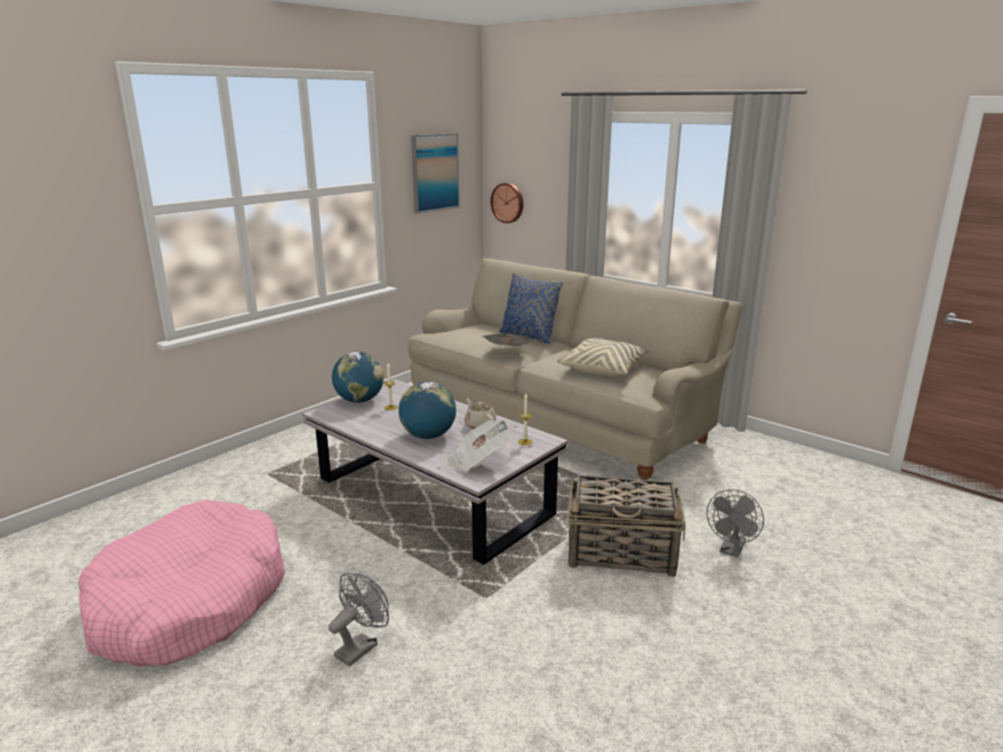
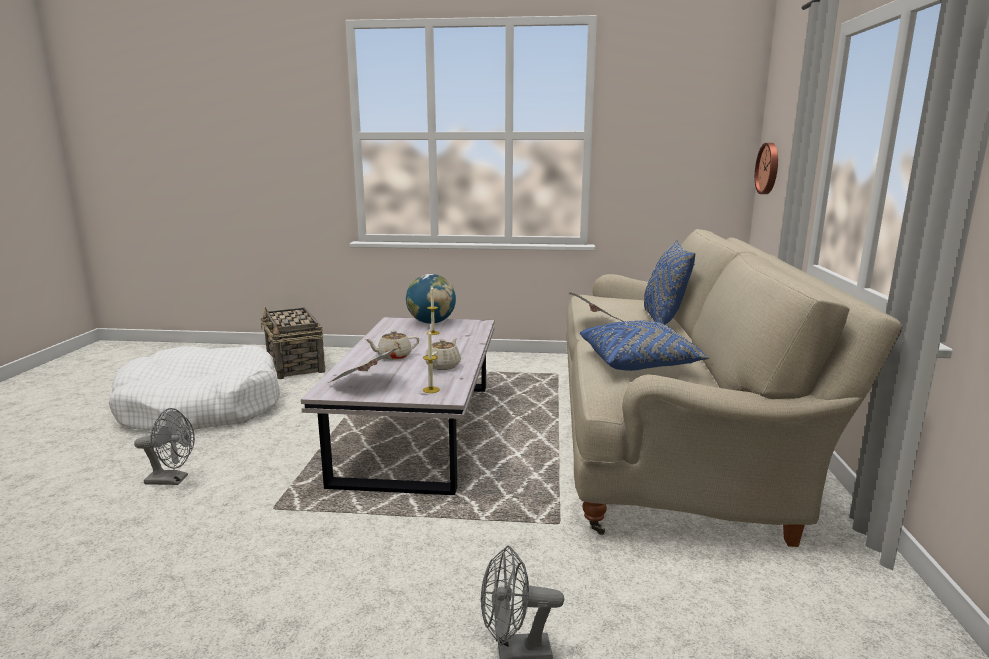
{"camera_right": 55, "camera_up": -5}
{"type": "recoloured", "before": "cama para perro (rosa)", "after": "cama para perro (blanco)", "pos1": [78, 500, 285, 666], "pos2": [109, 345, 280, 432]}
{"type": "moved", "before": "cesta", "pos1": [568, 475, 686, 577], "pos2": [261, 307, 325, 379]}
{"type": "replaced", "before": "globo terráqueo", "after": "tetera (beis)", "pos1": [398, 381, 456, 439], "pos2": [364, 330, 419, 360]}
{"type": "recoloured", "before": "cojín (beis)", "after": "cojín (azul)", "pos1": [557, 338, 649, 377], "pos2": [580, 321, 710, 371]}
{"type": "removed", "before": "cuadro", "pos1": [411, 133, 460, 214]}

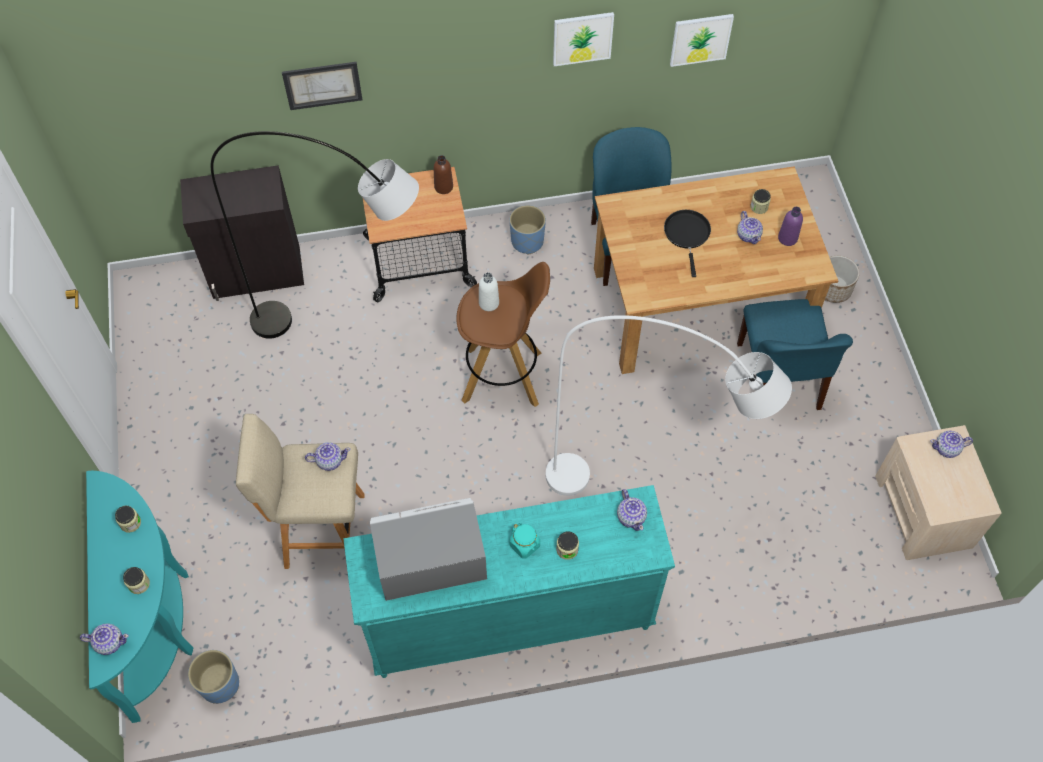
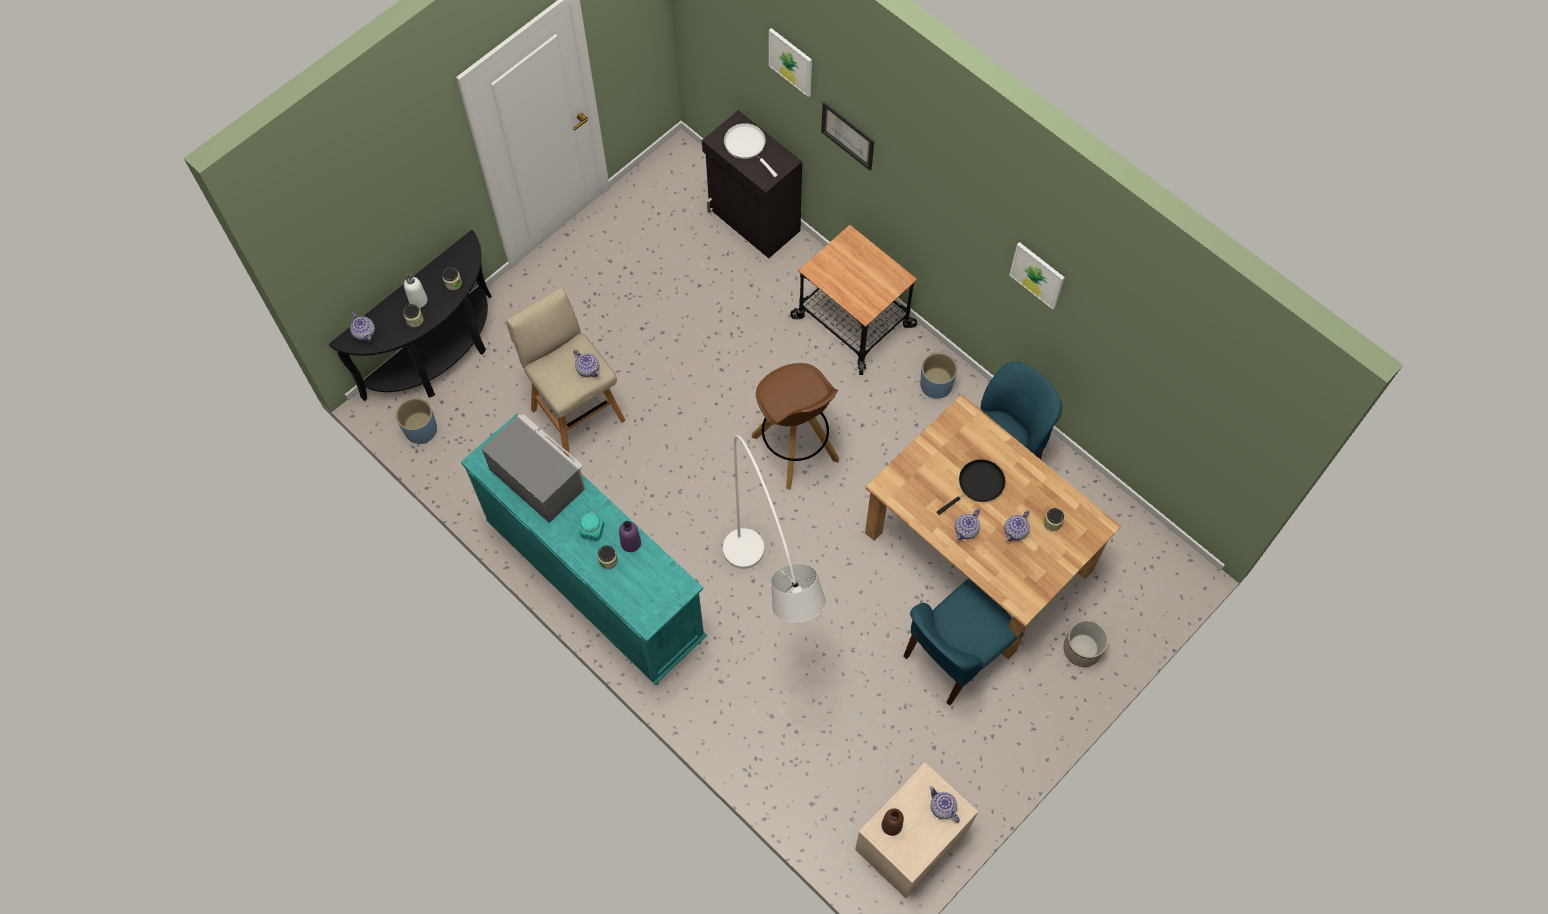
{"camera_right": 55, "camera_up": 5}
{"type": "recoloured", "before": "mesa consola (turquesa)", "after": "mesa consola (negro)", "pos1": [86, 471, 193, 723], "pos2": [329, 230, 492, 401]}
{"type": "moved", "before": "botella (blanco)", "pos1": [479, 273, 499, 311], "pos2": [404, 275, 428, 308]}
{"type": "moved", "before": "botella (morado)", "pos1": [778, 207, 803, 246], "pos2": [619, 521, 641, 552]}
{"type": "added", "after": "sartén (blanco)", "pos2": [724, 123, 778, 177]}
{"type": "moved", "before": "cuadro", "pos1": [670, 14, 734, 67], "pos2": [769, 28, 812, 97]}
{"type": "moved", "before": "botella (marrón)", "pos1": [434, 155, 453, 194], "pos2": [881, 808, 904, 836]}
{"type": "moved", "before": "tetera", "pos1": [617, 489, 647, 531], "pos2": [955, 509, 980, 540]}
{"type": "removed", "before": "lámpara de pie (gris)", "pos1": [211, 131, 419, 339]}

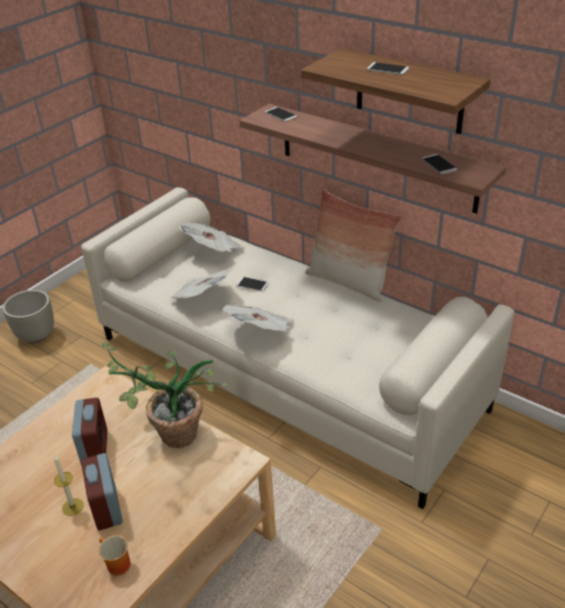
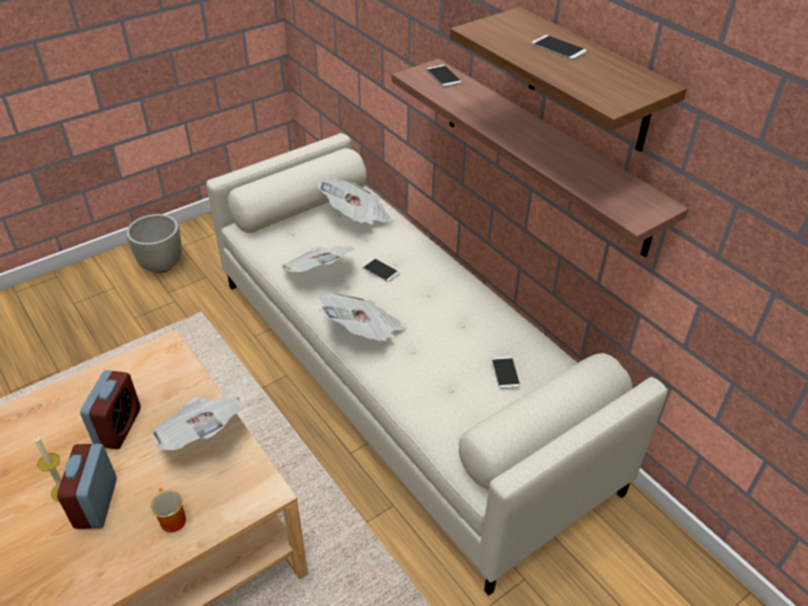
{"camera_right": 15, "camera_up": 5}
{"type": "moved", "before": "taza grande", "pos1": [99, 535, 131, 575], "pos2": [150, 488, 186, 533]}
{"type": "replaced", "before": "planta en maceta", "after": "periódico", "pos1": [102, 342, 229, 448], "pos2": [152, 396, 243, 450]}
{"type": "moved", "before": "móvil", "pos1": [422, 154, 457, 174], "pos2": [492, 356, 520, 389]}
{"type": "removed", "before": "cojín", "pos1": [305, 189, 401, 302]}

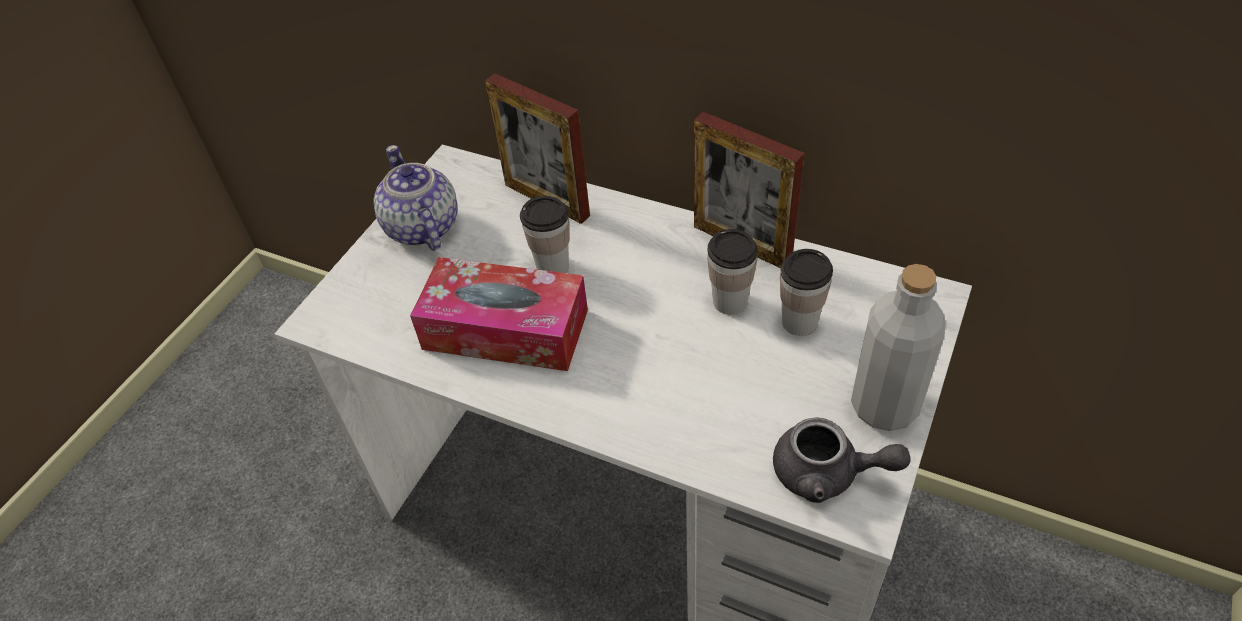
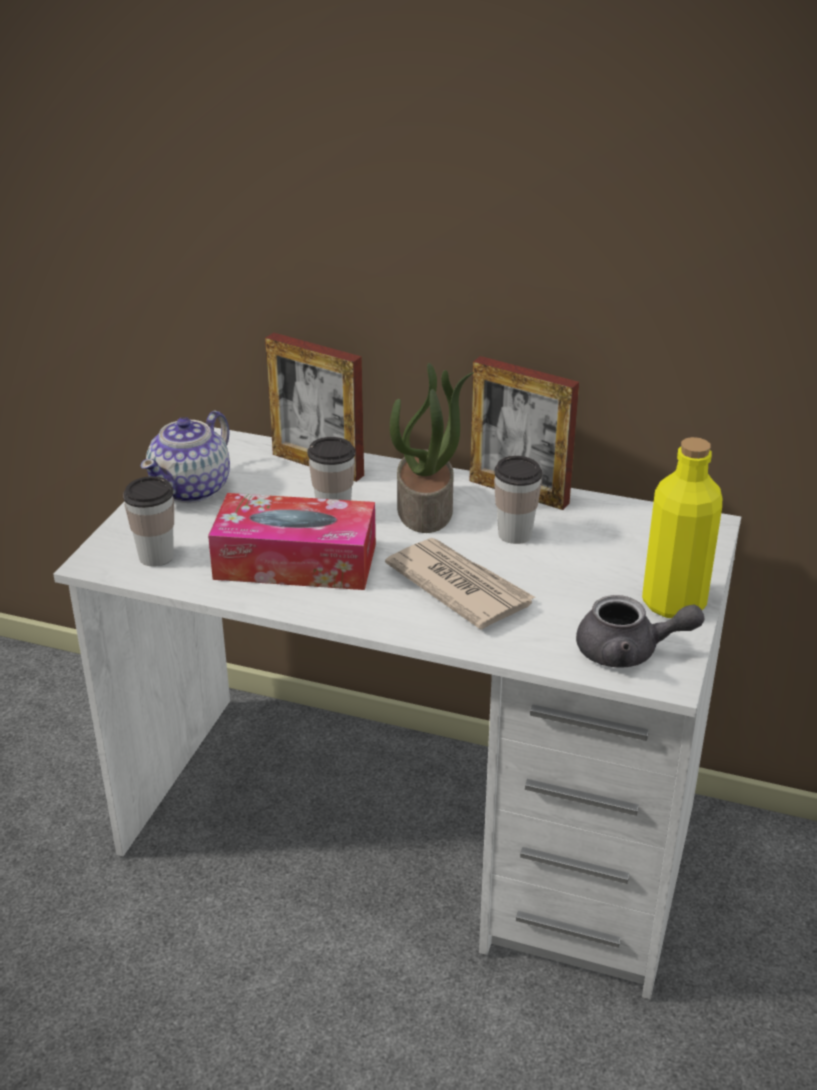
{"camera_right": -10, "camera_up": -15}
{"type": "moved", "before": "taza", "pos1": [780, 249, 833, 336], "pos2": [123, 476, 174, 567]}
{"type": "turned", "before": "tetera", "pos1": [374, 145, 458, 250], "pos2": [141, 410, 230, 503], "turn": -120}
{"type": "added", "after": "periódico", "pos2": [385, 538, 536, 630]}
{"type": "added", "after": "planta en maceta", "pos2": [390, 363, 474, 533]}
{"type": "recoloured", "before": "botella (gris)", "after": "botella (amarillo)", "pos1": [851, 264, 946, 431], "pos2": [642, 437, 722, 618]}

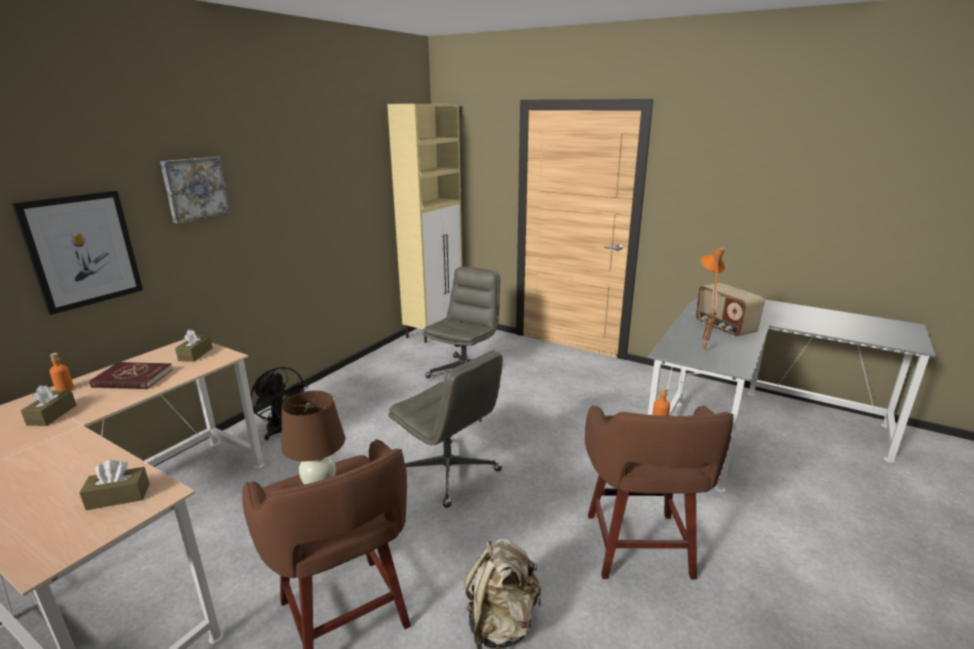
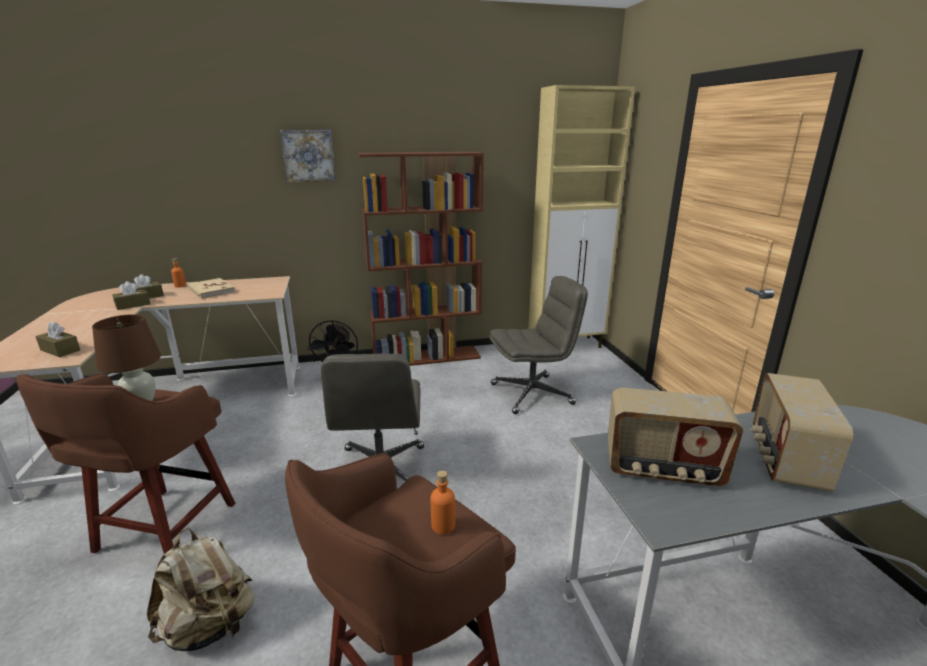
{"camera_right": 45, "camera_up": 0}
{"type": "moved", "before": "caja de pañuelos (marrón)", "pos1": [175, 329, 212, 362], "pos2": [112, 281, 151, 310]}
{"type": "recoloured", "before": "libro (rojo)", "after": "libro (beis)", "pos1": [89, 362, 173, 389], "pos2": [188, 278, 235, 299]}
{"type": "added", "after": "estantería (marrón)", "pos2": [358, 152, 484, 366]}
{"type": "replaced", "before": "lámpara de mesa (naranja)", "after": "radio", "pos1": [701, 246, 725, 351], "pos2": [608, 387, 743, 487]}
{"type": "removed", "before": "cuadro", "pos1": [12, 191, 143, 315]}

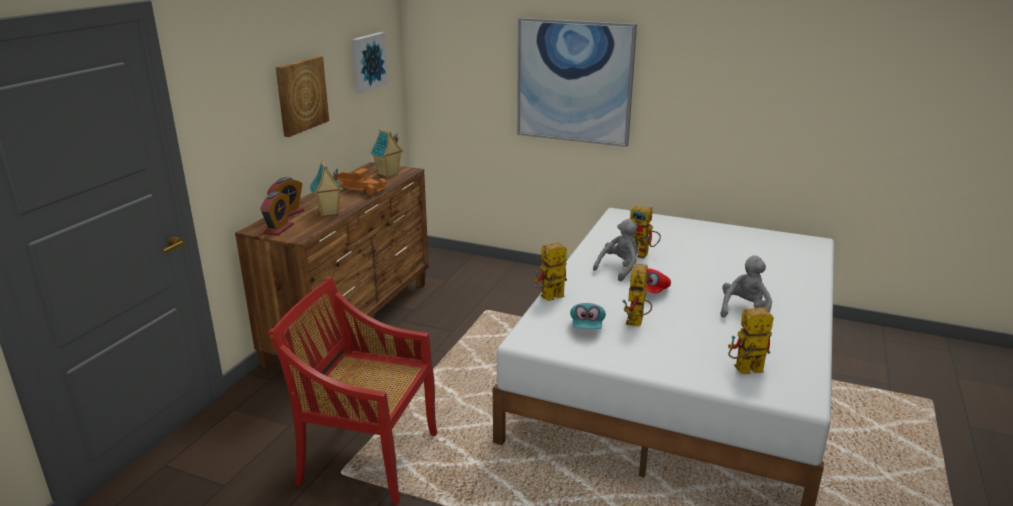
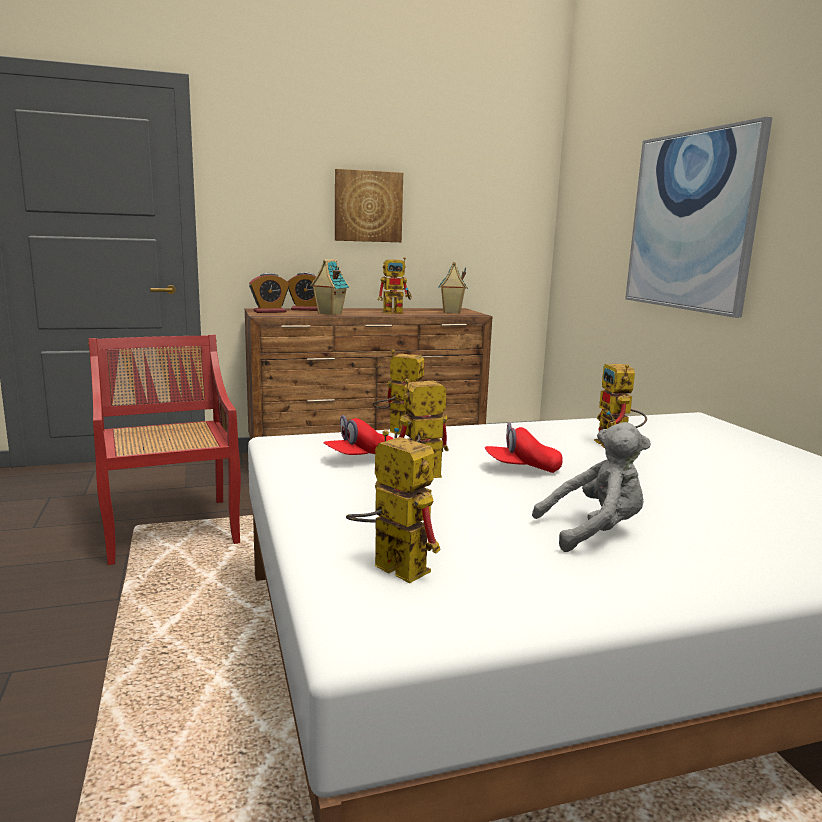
{"camera_right": 50, "camera_up": -10}
{"type": "recoloured", "before": "gorra (turquesa)", "after": "gorra (rojo)", "pos1": [570, 303, 606, 329], "pos2": [323, 415, 394, 455]}
{"type": "replaced", "before": "camión de juguete", "after": "robot de juguete", "pos1": [333, 168, 387, 196], "pos2": [378, 257, 412, 314]}
{"type": "removed", "before": "cuadro", "pos1": [351, 32, 388, 93]}
{"type": "removed", "before": "peluche (gris)", "pos1": [593, 219, 638, 281]}

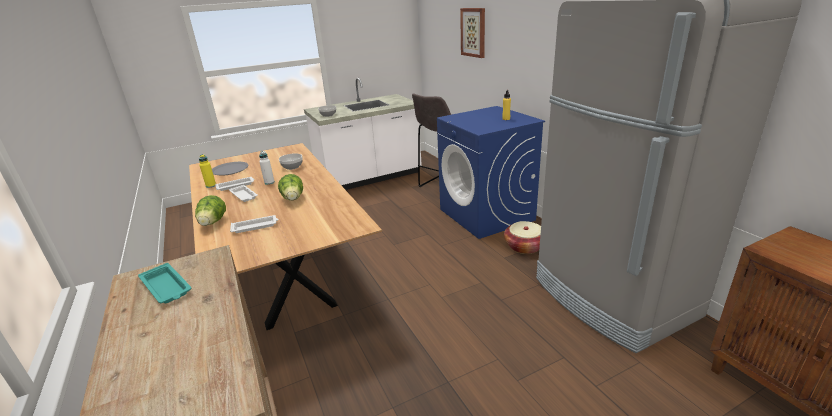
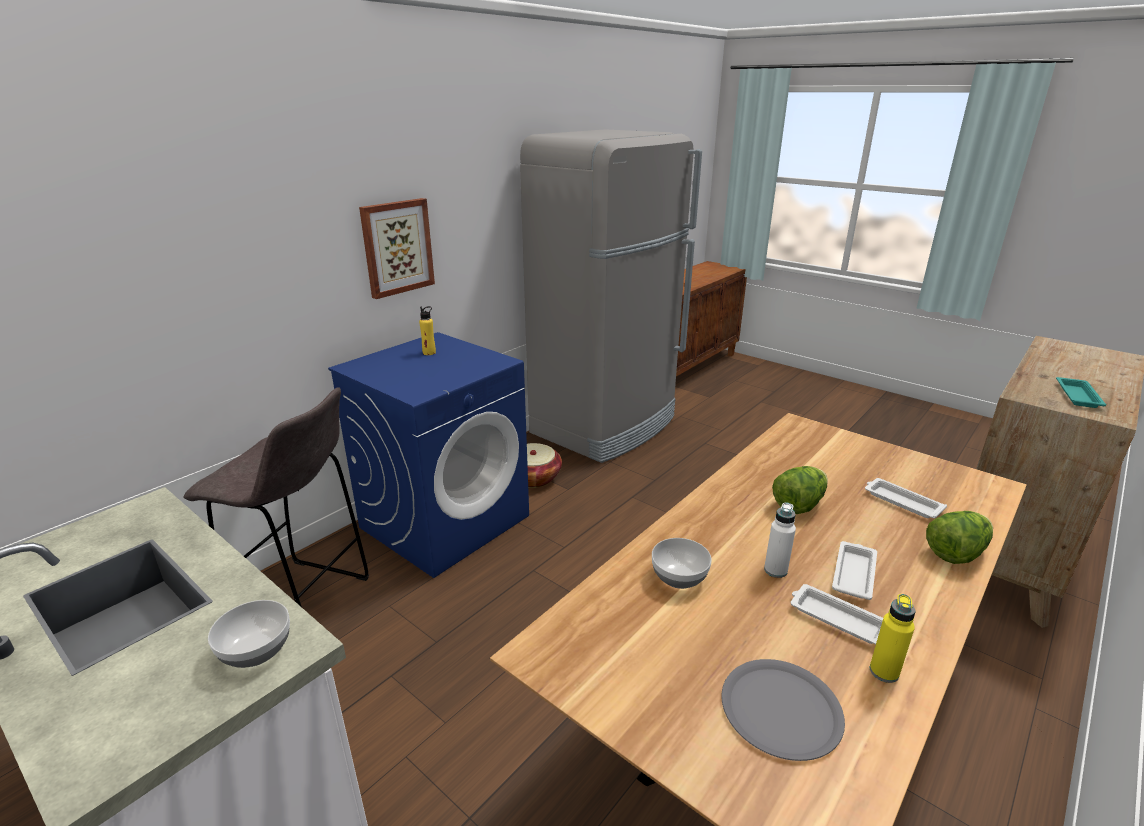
{"camera_right": -115, "camera_up": 0}
{"type": "moved", "before": "cuadro", "pos1": [460, 8, 485, 58], "pos2": [359, 198, 435, 299]}

